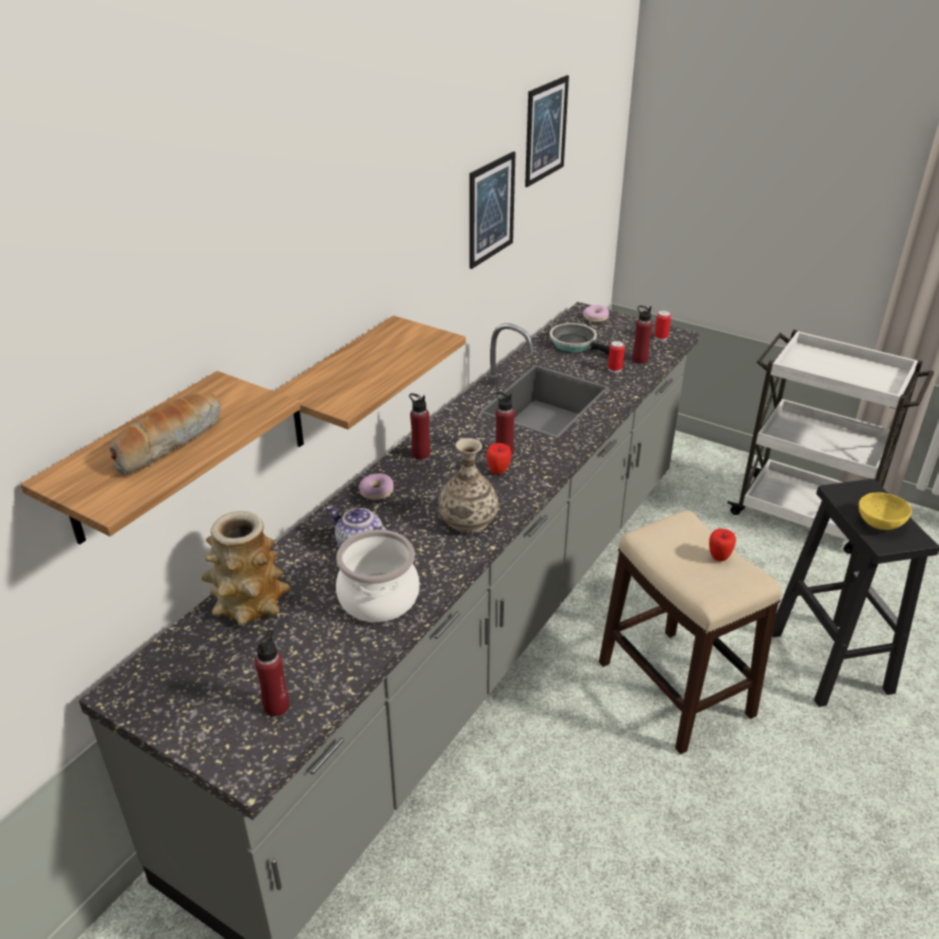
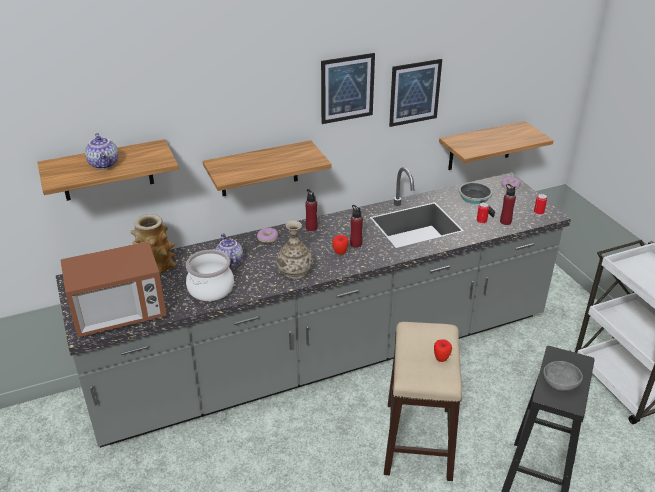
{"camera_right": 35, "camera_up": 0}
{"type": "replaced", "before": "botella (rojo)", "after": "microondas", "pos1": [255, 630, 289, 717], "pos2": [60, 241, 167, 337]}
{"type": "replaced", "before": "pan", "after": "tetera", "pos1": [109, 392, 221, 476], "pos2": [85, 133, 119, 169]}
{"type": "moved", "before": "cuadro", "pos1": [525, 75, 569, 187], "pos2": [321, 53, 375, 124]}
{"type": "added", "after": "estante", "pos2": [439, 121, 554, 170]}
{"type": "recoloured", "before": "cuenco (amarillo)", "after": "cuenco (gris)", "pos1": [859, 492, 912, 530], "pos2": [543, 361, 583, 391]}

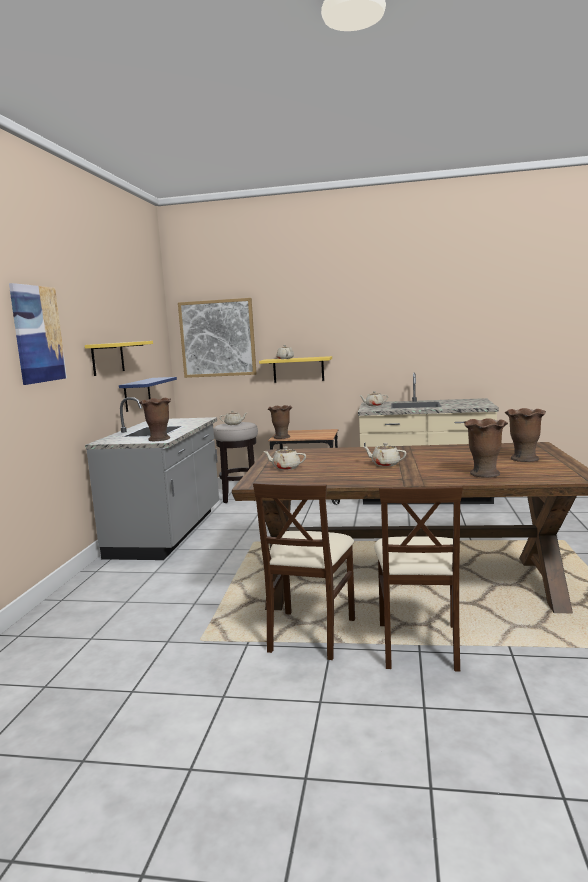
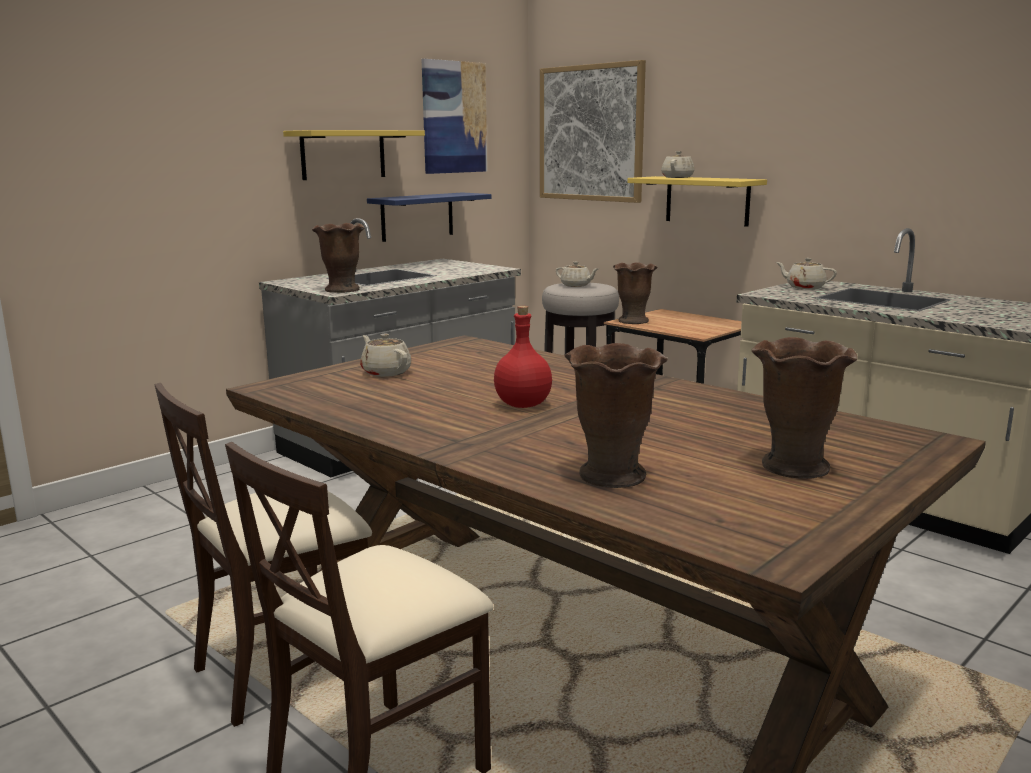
{"camera_right": 35, "camera_up": 5}
{"type": "moved", "before": "cuadro", "pos1": [9, 283, 67, 385], "pos2": [422, 59, 487, 174]}
{"type": "replaced", "before": "tetera (beis)", "after": "botella (rojo)", "pos1": [363, 443, 406, 467], "pos2": [494, 306, 552, 408]}

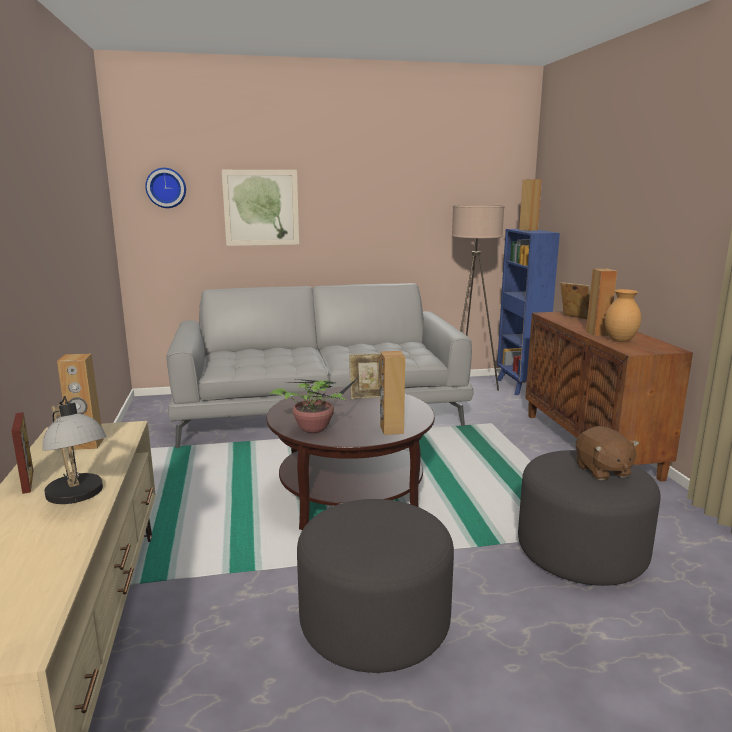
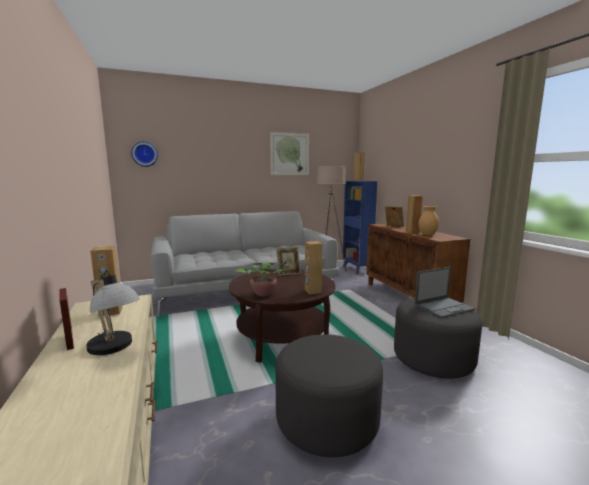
{"camera_right": -10, "camera_up": -5}
{"type": "moved", "before": "cuadro", "pos1": [222, 170, 299, 246], "pos2": [270, 132, 309, 175]}
{"type": "replaced", "before": "peluche (marrón)", "after": "portátil", "pos1": [576, 426, 639, 480], "pos2": [415, 267, 476, 318]}

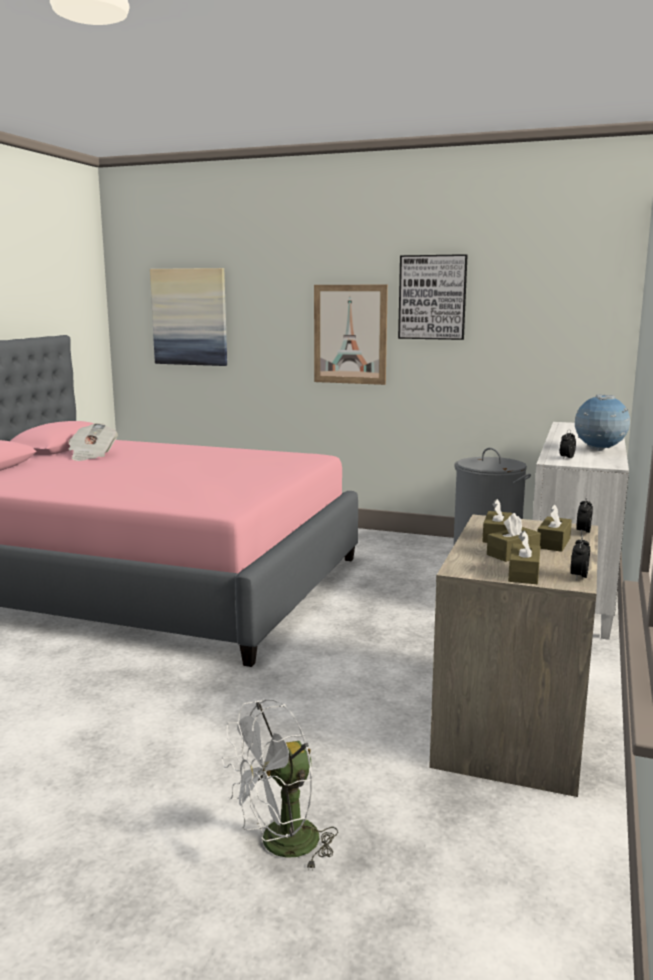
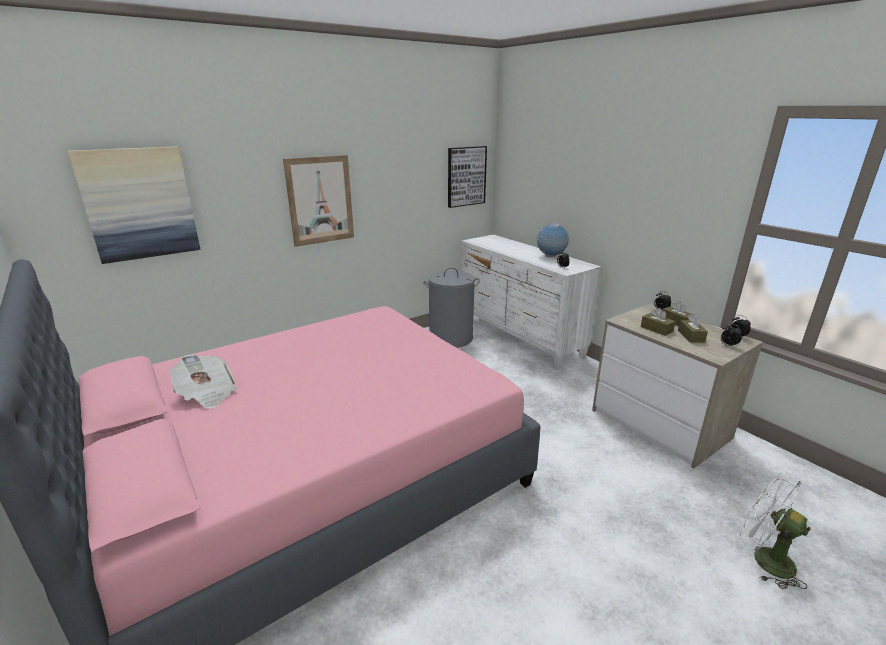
{"camera_right": -55, "camera_up": 10}
{"type": "moved", "before": "cuadro", "pos1": [398, 254, 468, 340], "pos2": [448, 146, 487, 208]}
{"type": "replaced", "before": "caja de pañuelos (marrón)", "after": "despertador", "pos1": [508, 531, 541, 584], "pos2": [721, 323, 742, 348]}
{"type": "turned", "before": "ventilador (blanco)", "pos1": [222, 698, 338, 871], "pos2": [739, 472, 811, 589], "turn": 135}

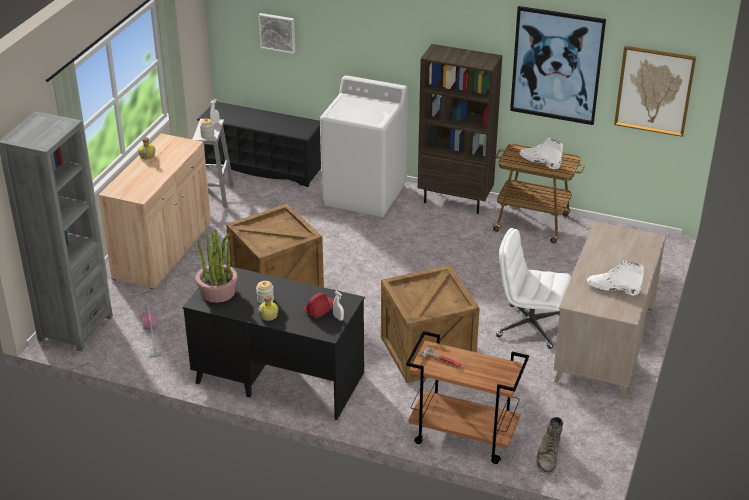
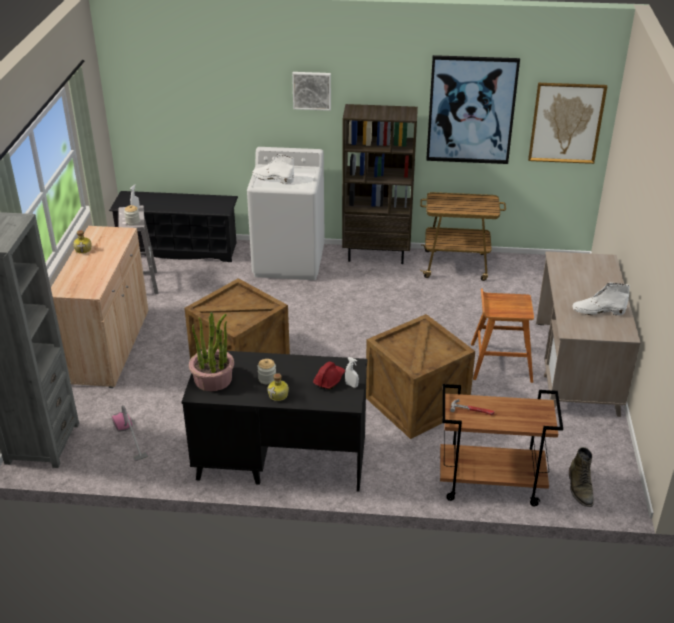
{"camera_right": -15, "camera_up": 0}
{"type": "moved", "before": "bota (blanco)", "pos1": [520, 138, 563, 169], "pos2": [252, 154, 294, 184]}
{"type": "moved", "before": "cuadro", "pos1": [259, 13, 295, 54], "pos2": [292, 72, 331, 111]}
{"type": "replaced", "before": "silla de oficina (blanco)", "after": "taburete (marrón)", "pos1": [496, 228, 571, 349], "pos2": [471, 289, 534, 383]}

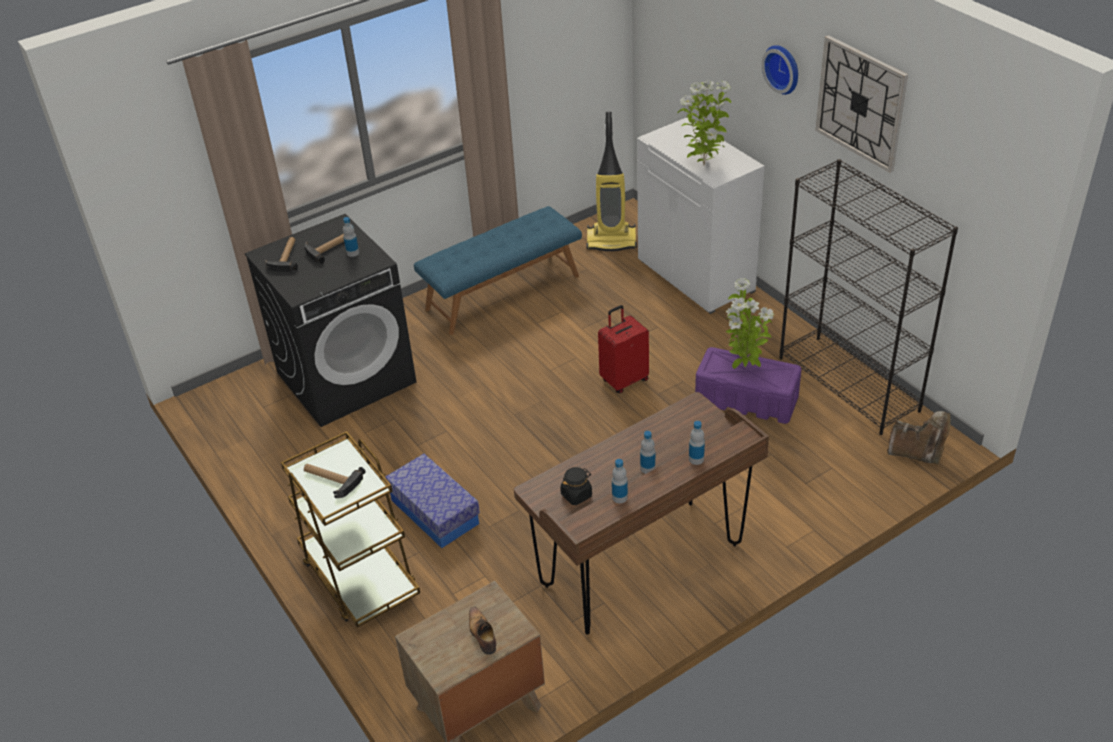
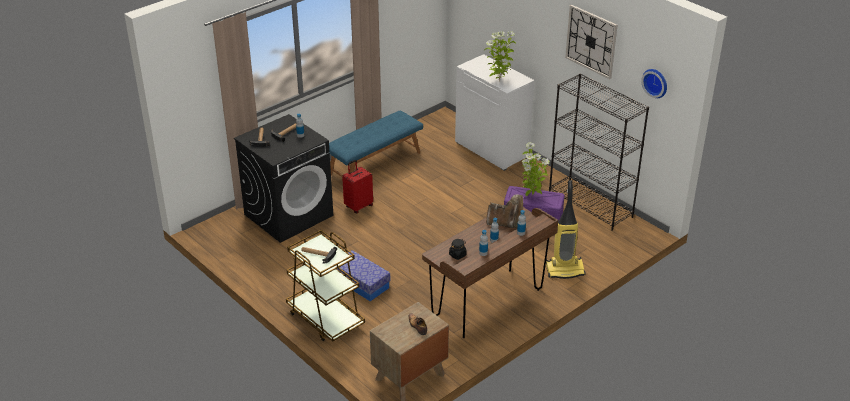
{"camera_right": -10, "camera_up": -5}
{"type": "moved", "before": "maleta (rojo)", "pos1": [598, 305, 649, 393], "pos2": [342, 160, 373, 213]}
{"type": "moved", "before": "bota (marrón)", "pos1": [887, 411, 950, 464], "pos2": [486, 194, 523, 228]}
{"type": "moved", "before": "aspiradora", "pos1": [586, 112, 637, 251], "pos2": [546, 180, 586, 279]}
{"type": "moved", "before": "reloj de pared", "pos1": [762, 45, 798, 95], "pos2": [641, 69, 667, 98]}

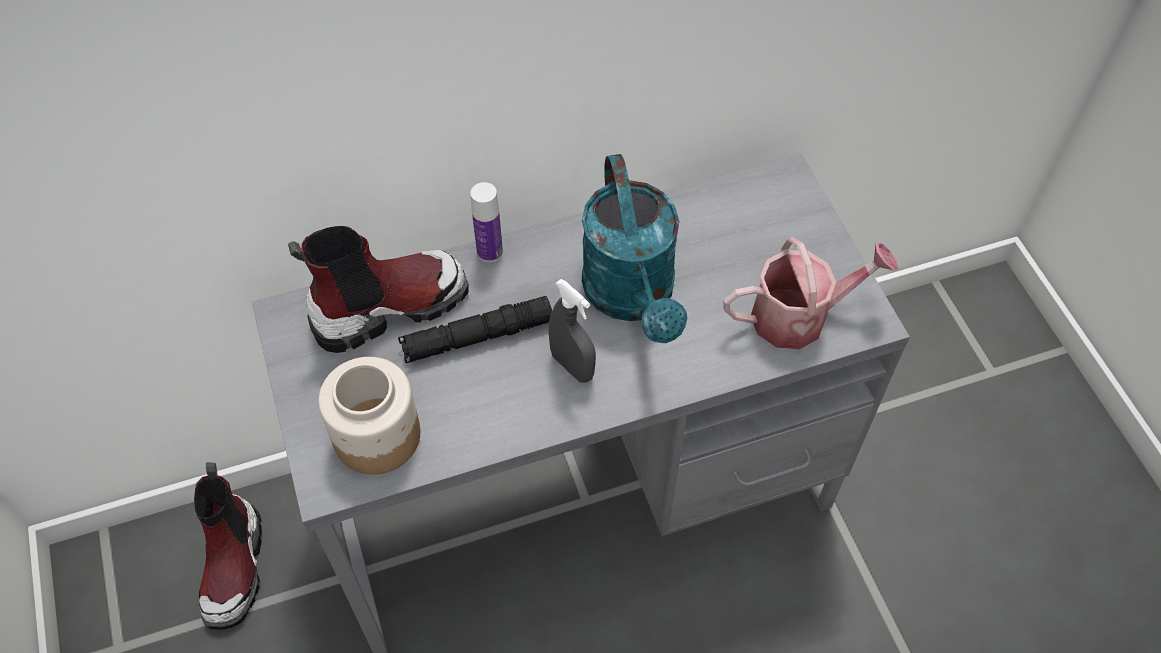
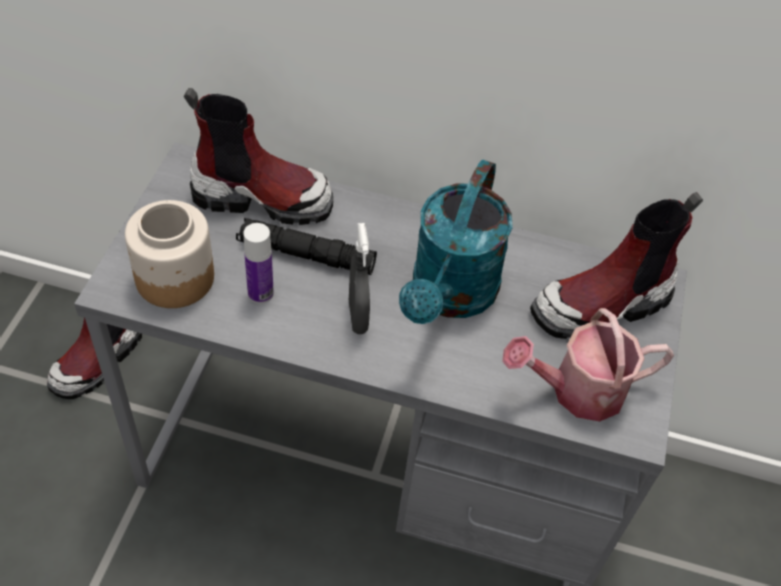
{"camera_right": 30, "camera_up": -5}
{"type": "moved", "before": "botella", "pos1": [470, 182, 503, 262], "pos2": [244, 223, 274, 304]}
{"type": "turned", "before": "regadera", "pos1": [723, 237, 899, 349], "pos2": [502, 308, 674, 421], "turn": 150}
{"type": "added", "after": "bota", "pos2": [530, 192, 703, 339]}

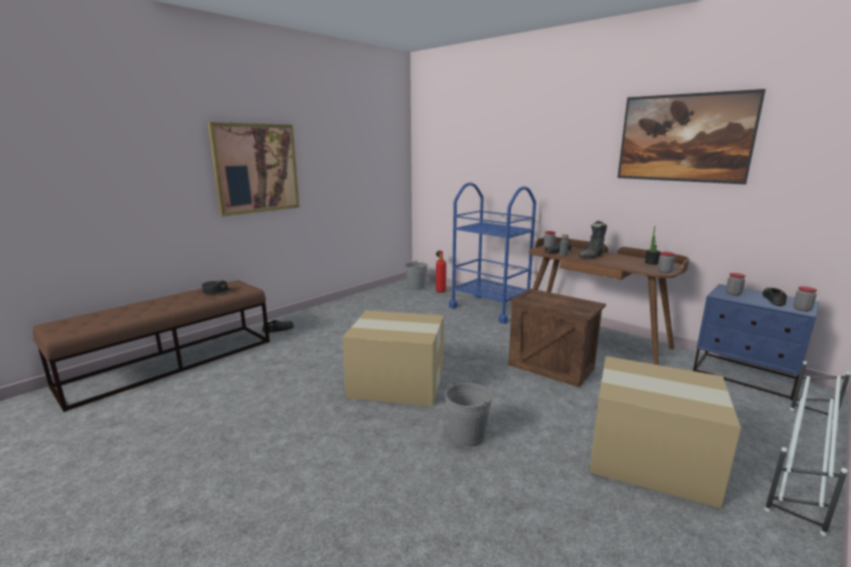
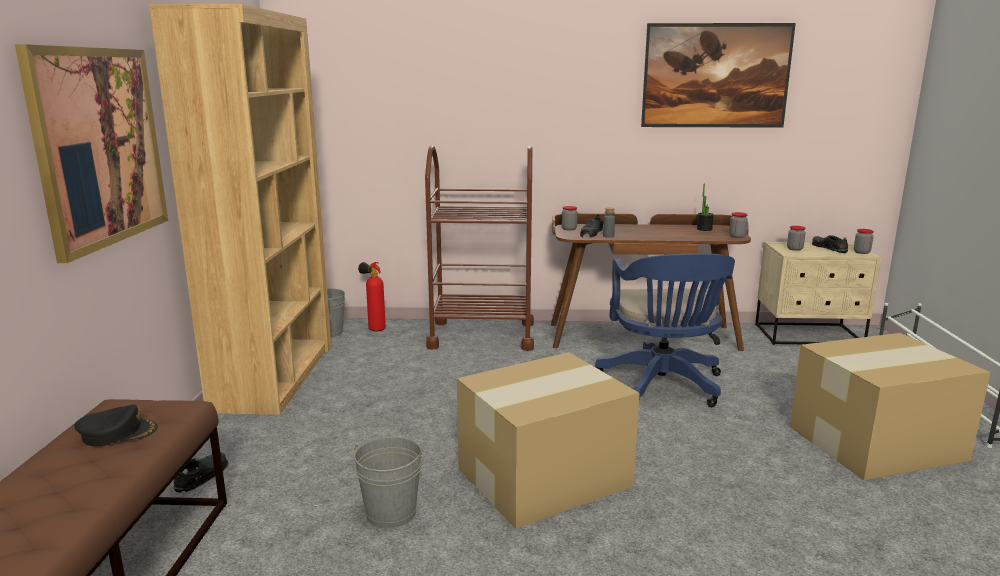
{"camera_right": -40, "camera_up": 0}
{"type": "added", "after": "estantería (marrón)", "pos2": [149, 4, 332, 415]}
{"type": "moved", "before": "cubo (gris)", "pos1": [445, 382, 492, 447], "pos2": [351, 436, 423, 528]}
{"type": "recoloured", "before": "carrito (azul)", "after": "carrito (marrón)", "pos1": [449, 182, 536, 324], "pos2": [425, 146, 534, 351]}
{"type": "replaced", "before": "caja de embalaje", "after": "silla de oficina (azul)", "pos1": [508, 289, 606, 387], "pos2": [595, 253, 735, 407]}
{"type": "recoloured", "before": "mesita de noche (azul)", "after": "mesita de noche (beis)", "pos1": [693, 284, 820, 400], "pos2": [755, 241, 882, 345]}
{"type": "removed", "before": "bota (negro)", "pos1": [578, 221, 607, 259]}

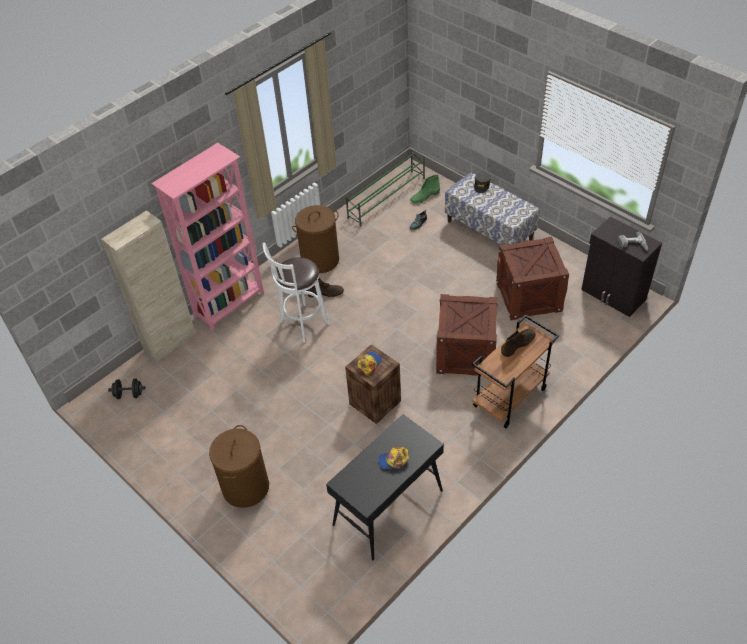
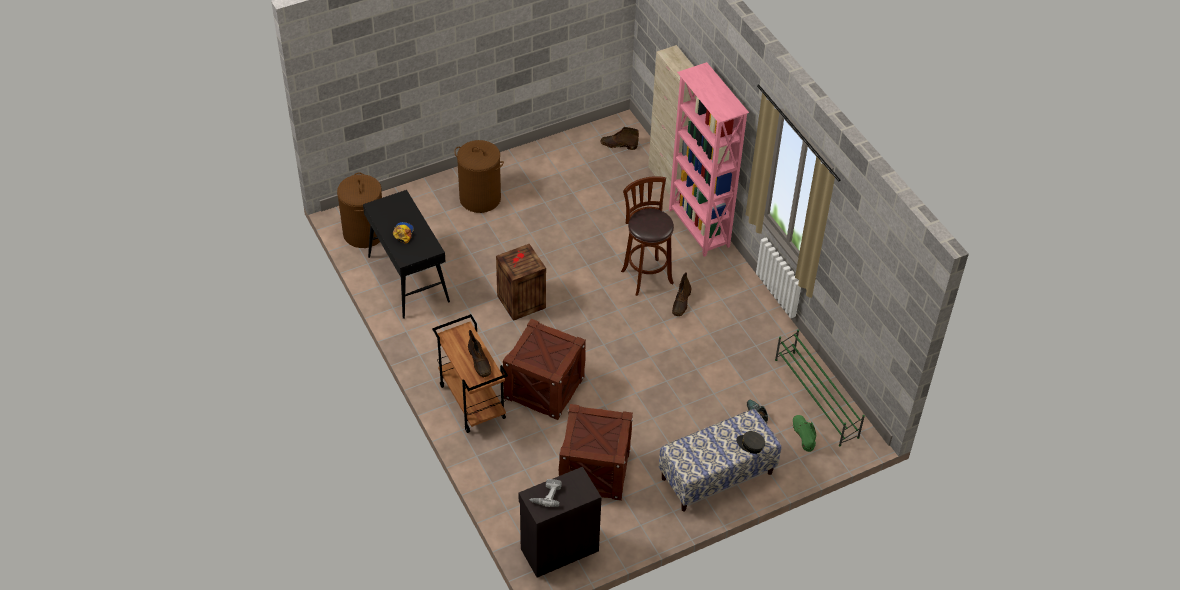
{"camera_right": 105, "camera_up": 0}
{"type": "moved", "before": "cesto de la ropa (marrón)", "pos1": [292, 205, 339, 273], "pos2": [337, 172, 382, 248]}
{"type": "replaced", "before": "mancuerna (negro)", "after": "bota (marrón)", "pos1": [108, 378, 146, 399], "pos2": [600, 127, 639, 150]}
{"type": "recoloured", "before": "taburete (blanco)", "after": "taburete (marrón)", "pos1": [262, 243, 330, 343], "pos2": [621, 176, 674, 296]}
{"type": "removed", "before": "gorra", "pos1": [357, 352, 382, 375]}

